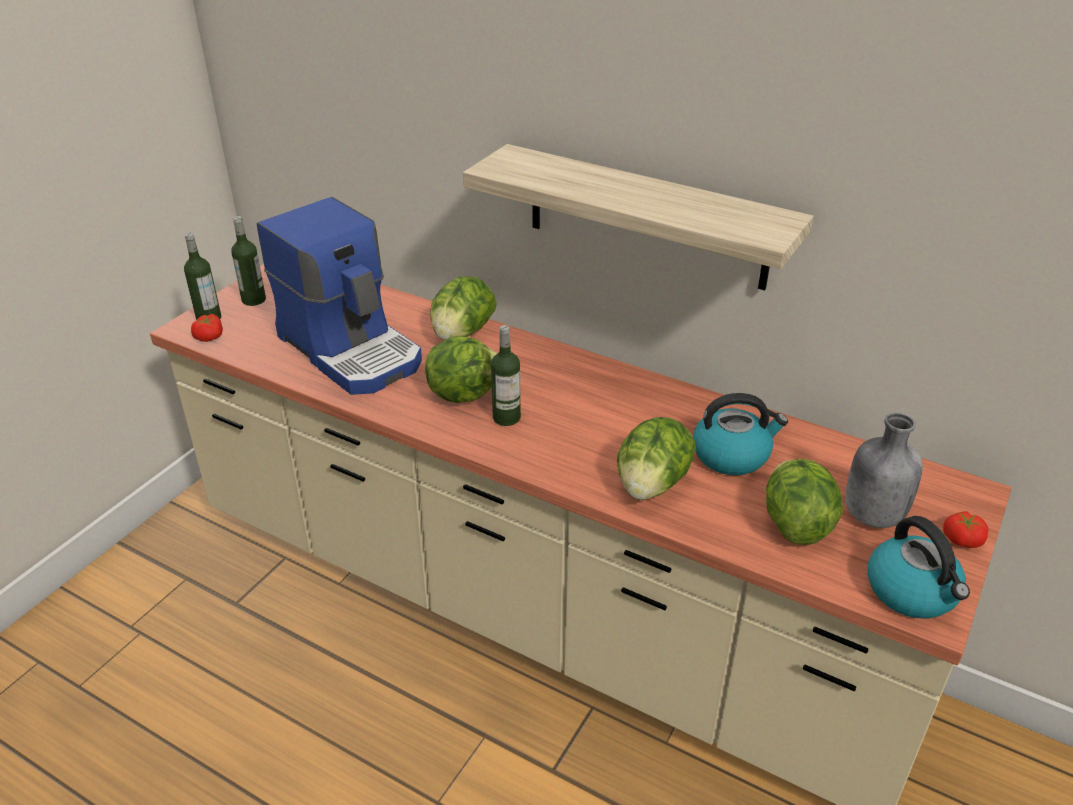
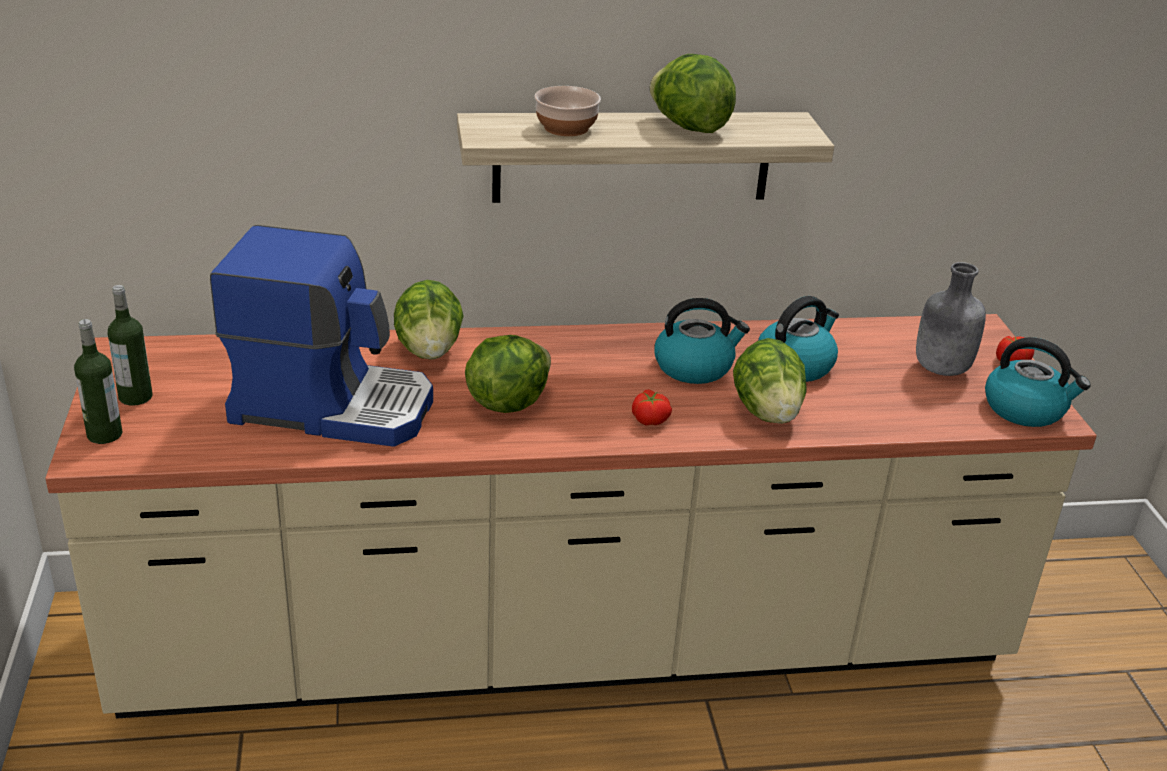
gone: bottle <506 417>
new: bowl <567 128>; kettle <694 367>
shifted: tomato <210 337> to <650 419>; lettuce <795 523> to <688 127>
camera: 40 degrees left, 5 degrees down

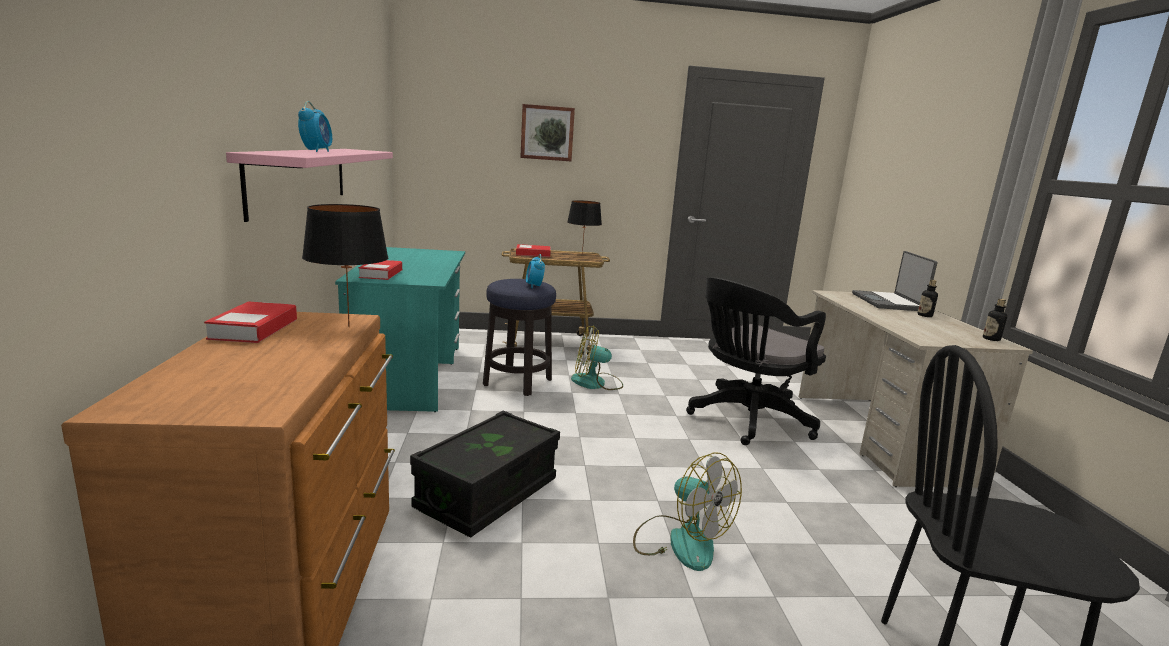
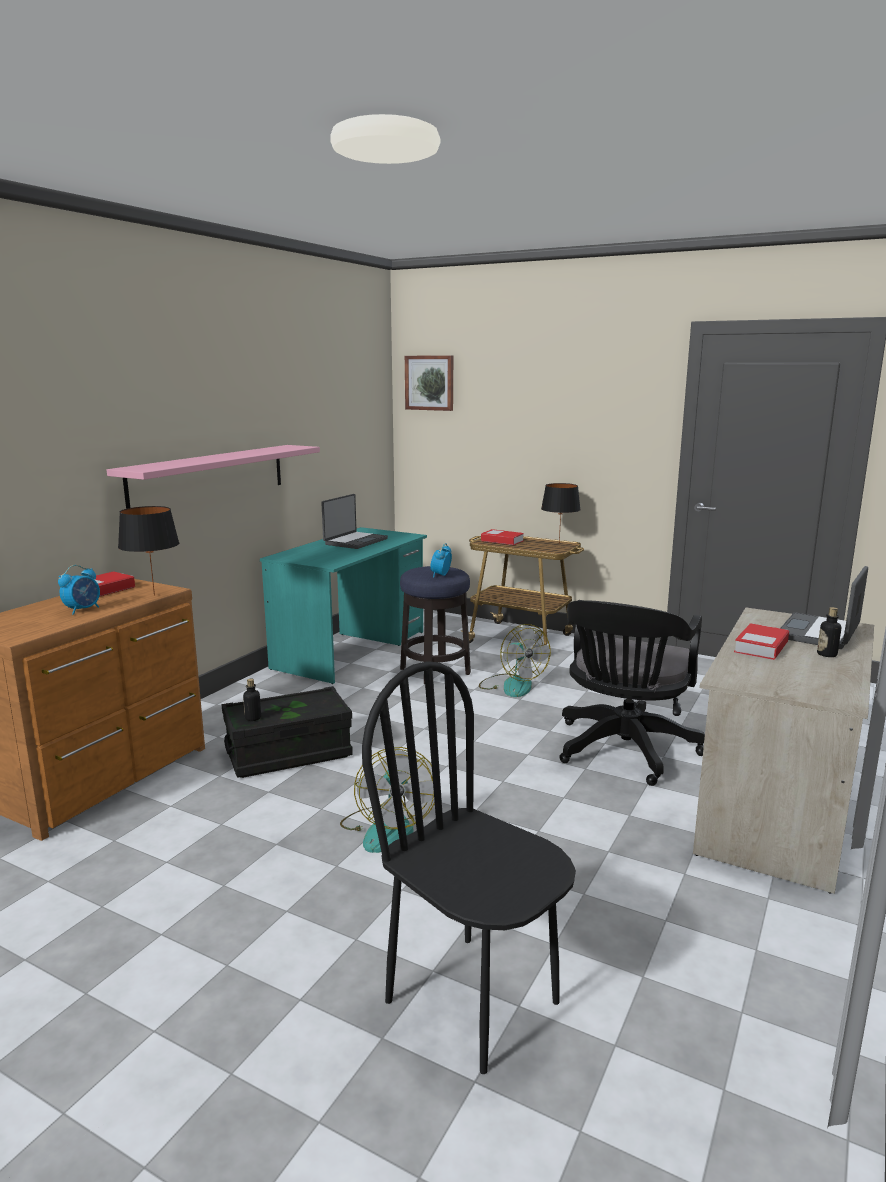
new: laptop <355 541>
shifted: alarm clock <317 151> to <83 610>; picture <547 133> to <430 383>; book <381 274> to <761 647>; bottle <991 339> to <253 718>
rotated: black office chair <746 420> = <623 752> 60 degrees counterclockwise; fan <596 383> = <512 685> 150 degrees counterclockwise
camera: 35 degrees right, 0 degrees up

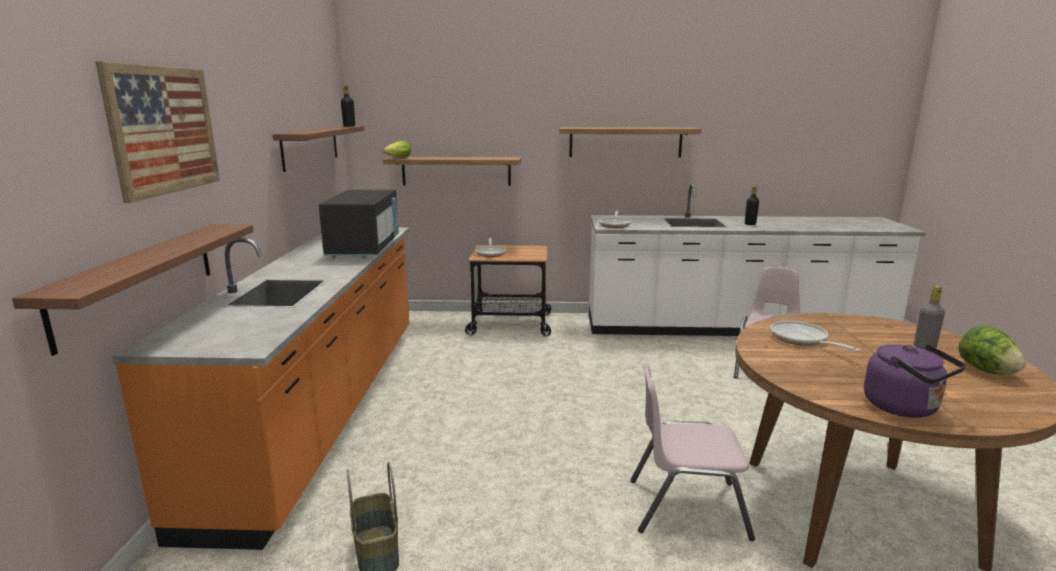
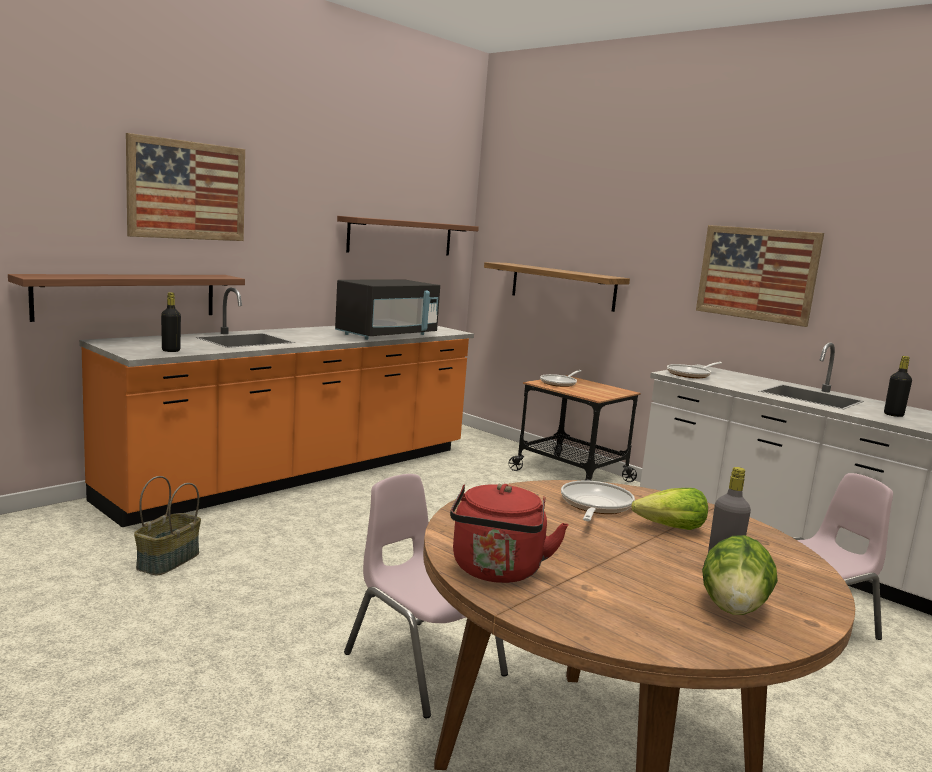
shifted: black bottle <349 126> to <171 351>; lettuce <399 158> to <671 528>
swapped: shelf <625 142> to picture <756 274>
repainted: purple kettle <905 408> to red kettle <497 572>
camera: 40 degrees right, 5 degrees down

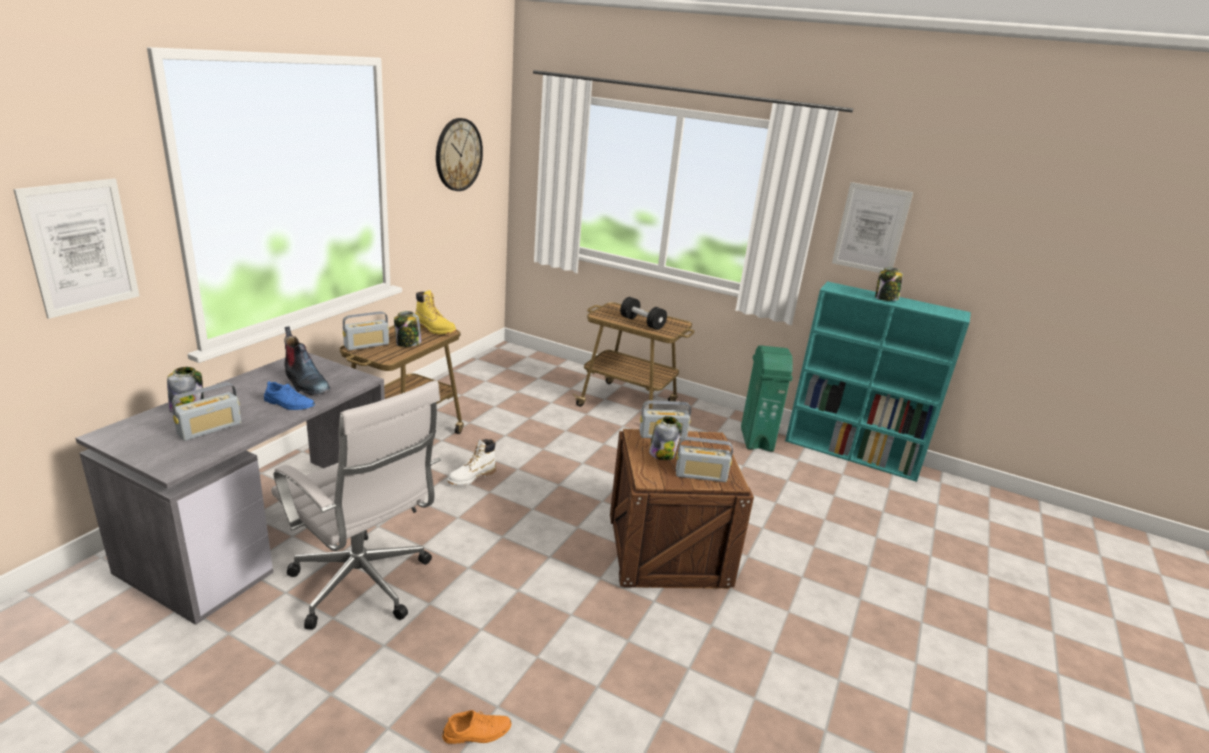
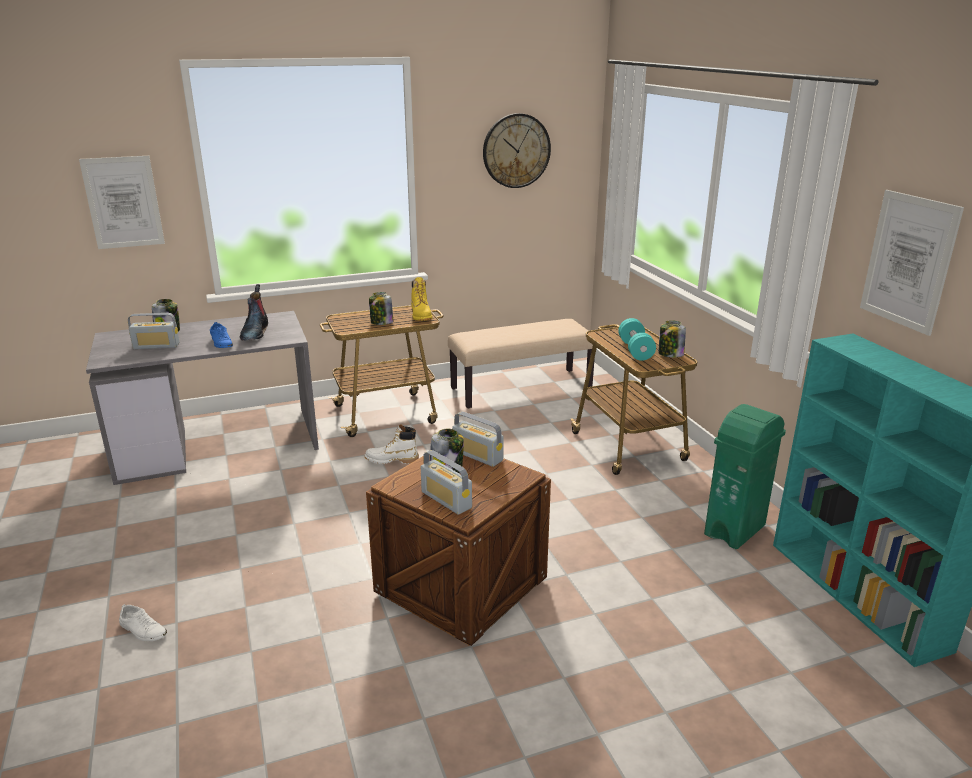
gone: radio <367 345>; white office chair <364 586>
new: beige bench <521 388>
shifted: jar <885 299> to <670 354>
repainted: black dumbbell <642 323> to turquoise dumbbell <635 350>; orange shoe <477 732> to white shoe <143 630>
camera: 45 degrees right, 0 degrees up

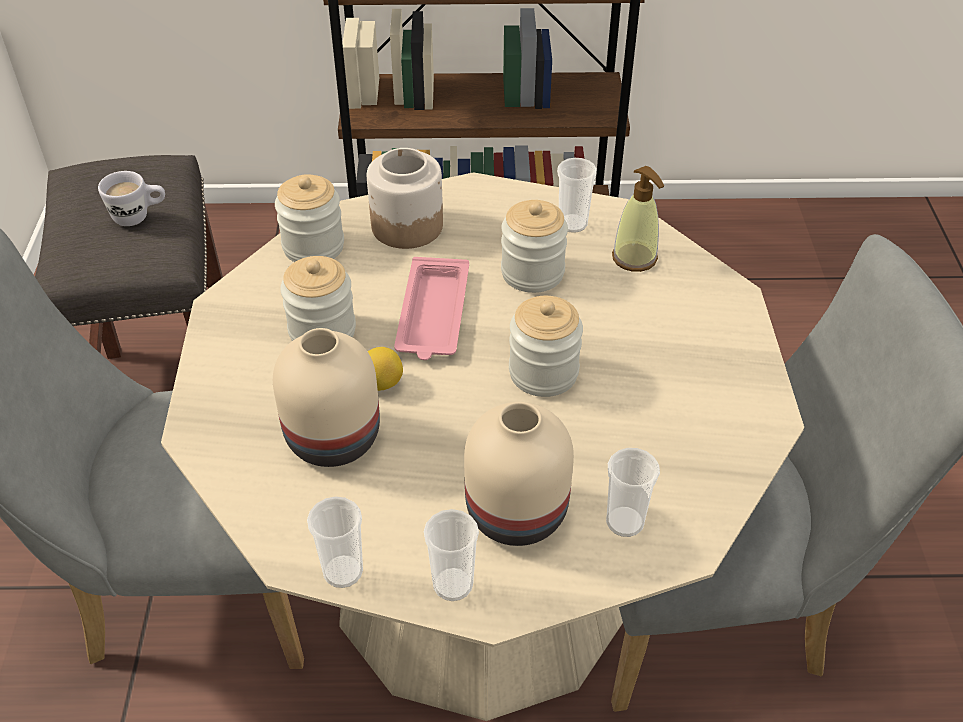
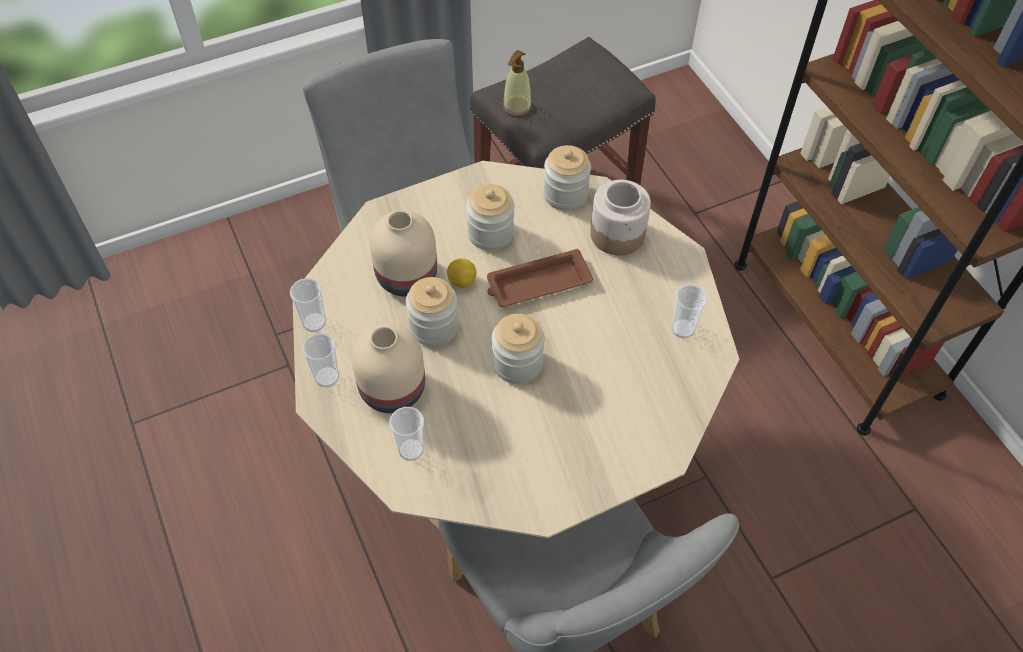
gone: white mug <139 217>
shifted: soap dispenser <635 258> to <517 107>; jar <532 273> to <434 327>
repainted: pink tray <433 315> to brown tray <537 283>
camera: 65 degrees right, 10 degrees up

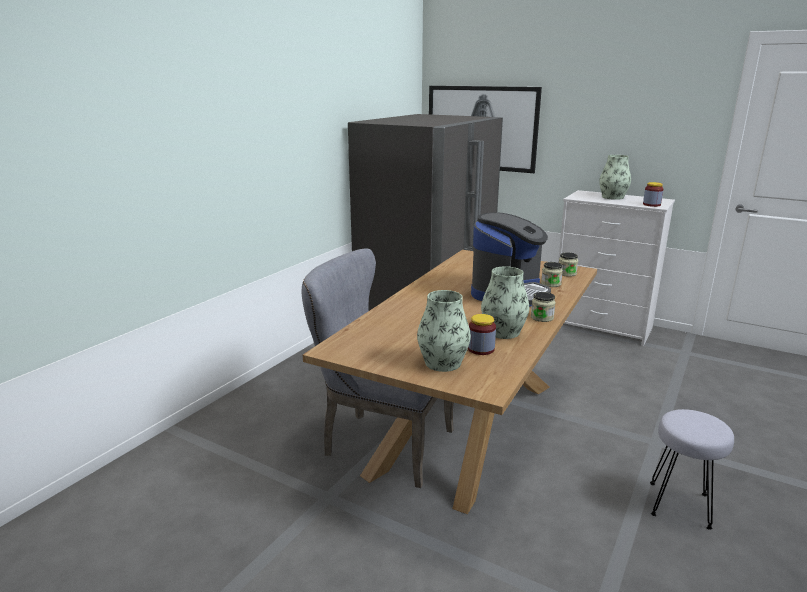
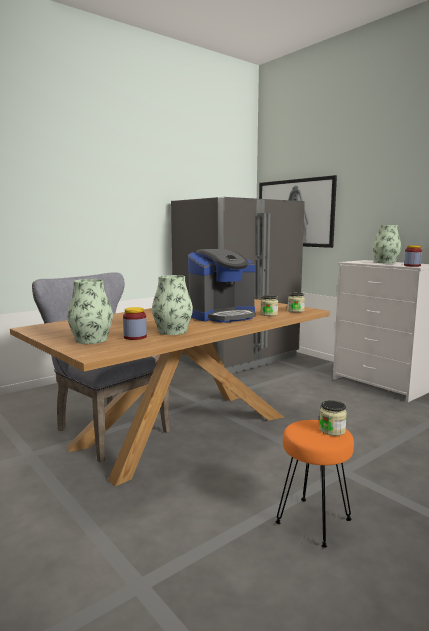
shifted: jar <542 317> to <332 430>
repainted: grey stool <680 505> to orange stool <314 522>
camera: 20 degrees right, 10 degrees down

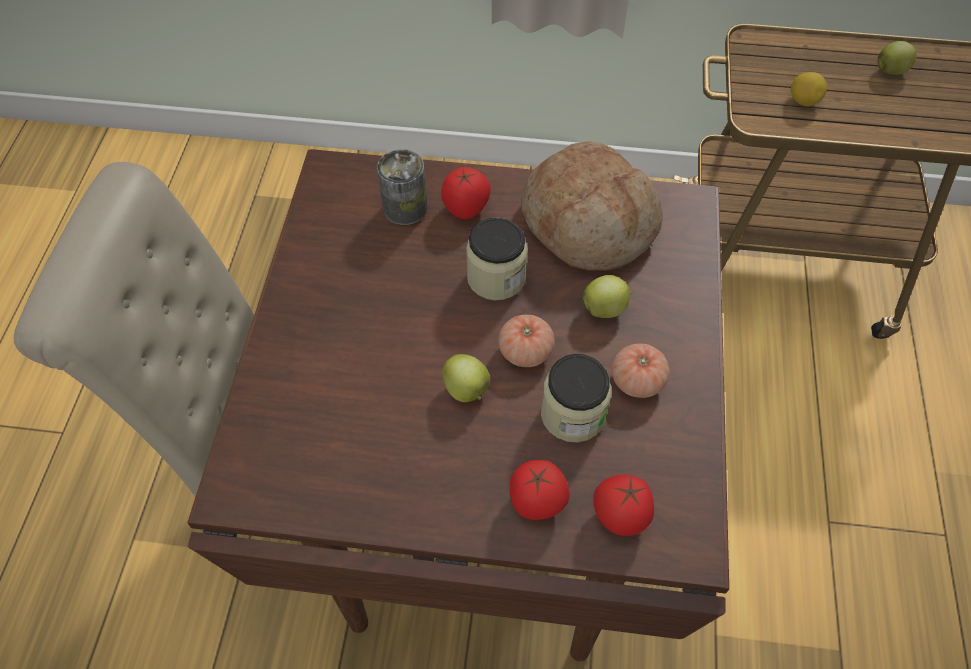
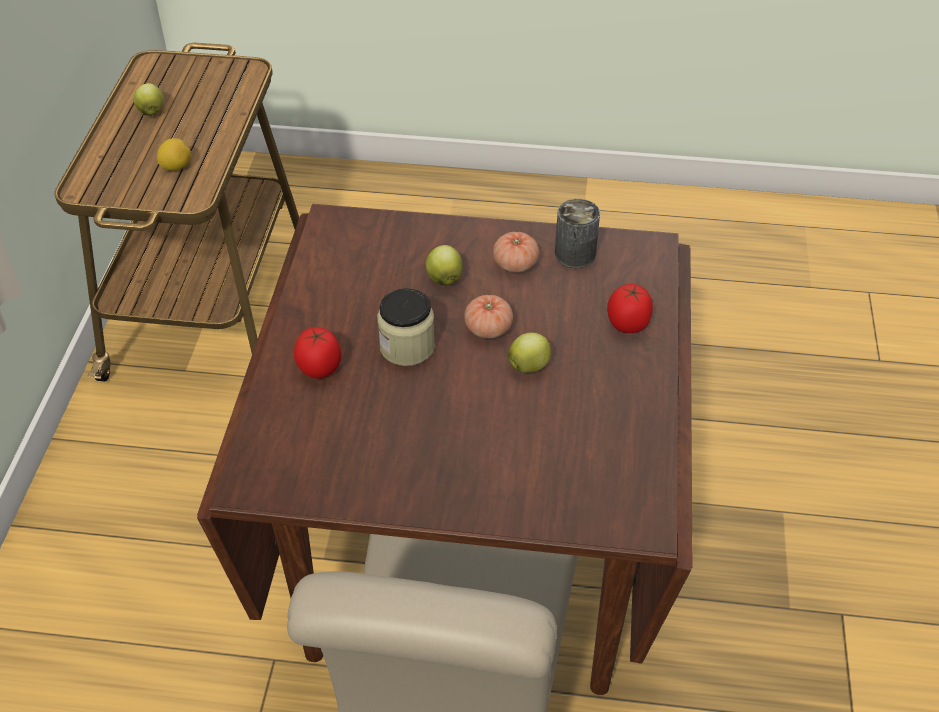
gone: bread <589 223>; jar <573 414>; tomato <620 515>
shifted: can <405 208> to <575 254>
camera: 90 degrees left, 10 degrees down

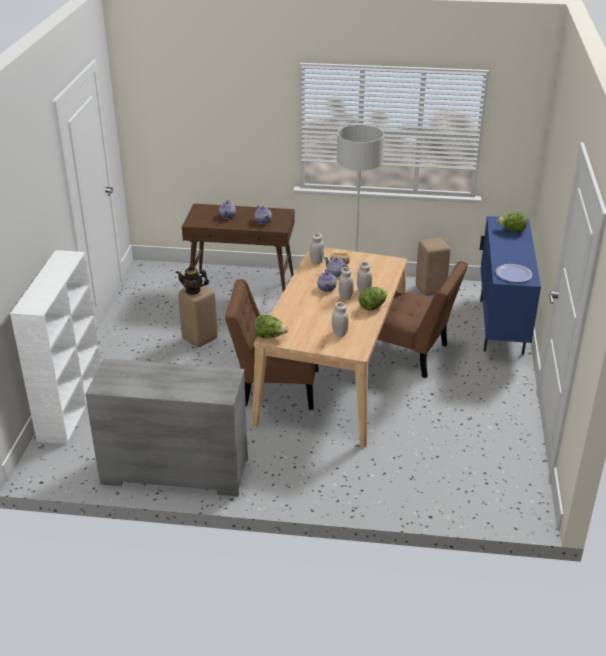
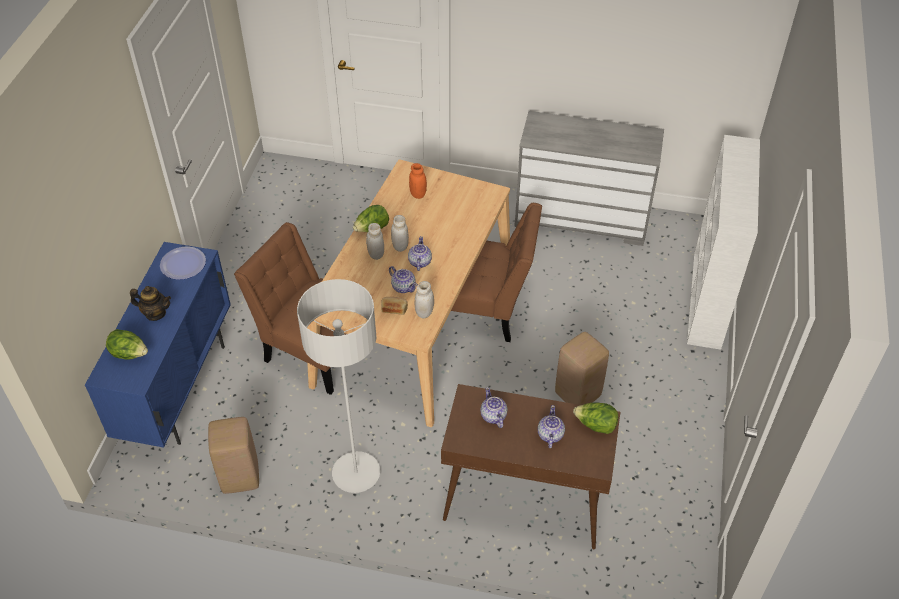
shifted: teapot <193 291> to <155 313>; lettuce <270 336> to <595 425>
repainted: white jar <339 333> to orange jar <418 194>
camera: 175 degrees left, 15 degrees up

